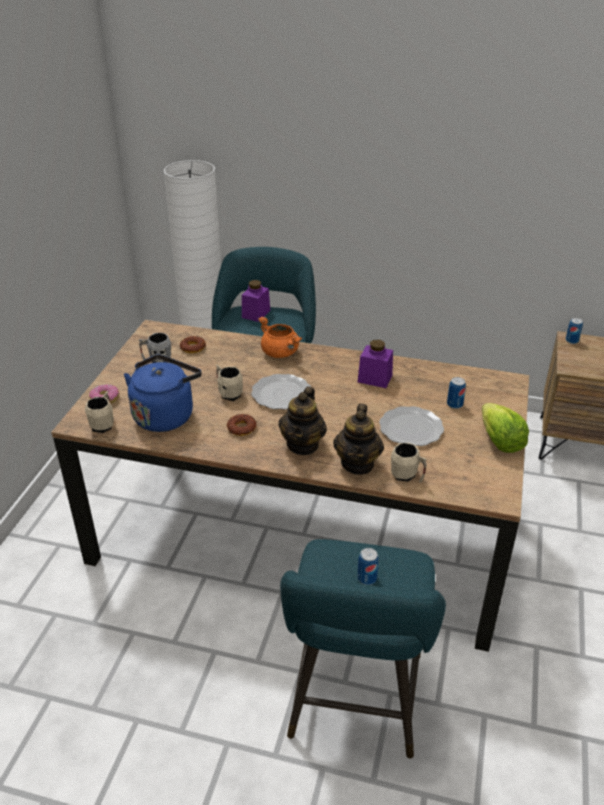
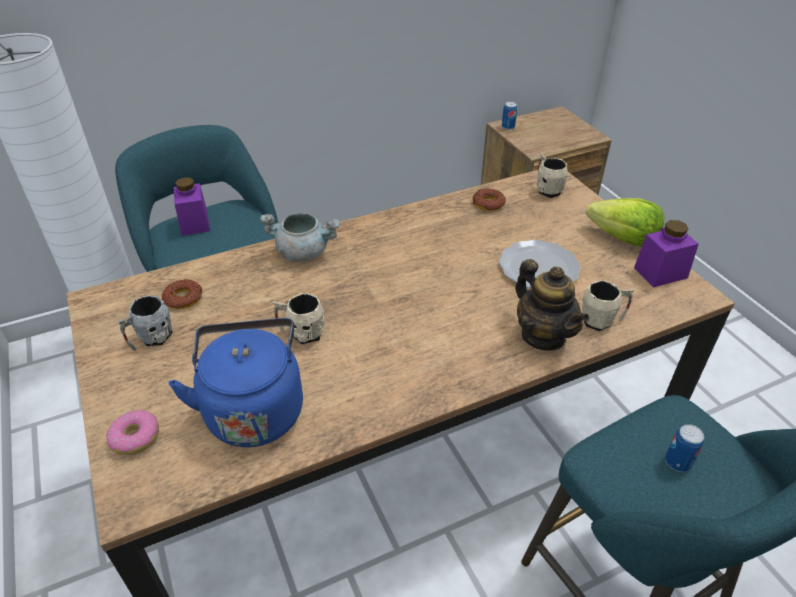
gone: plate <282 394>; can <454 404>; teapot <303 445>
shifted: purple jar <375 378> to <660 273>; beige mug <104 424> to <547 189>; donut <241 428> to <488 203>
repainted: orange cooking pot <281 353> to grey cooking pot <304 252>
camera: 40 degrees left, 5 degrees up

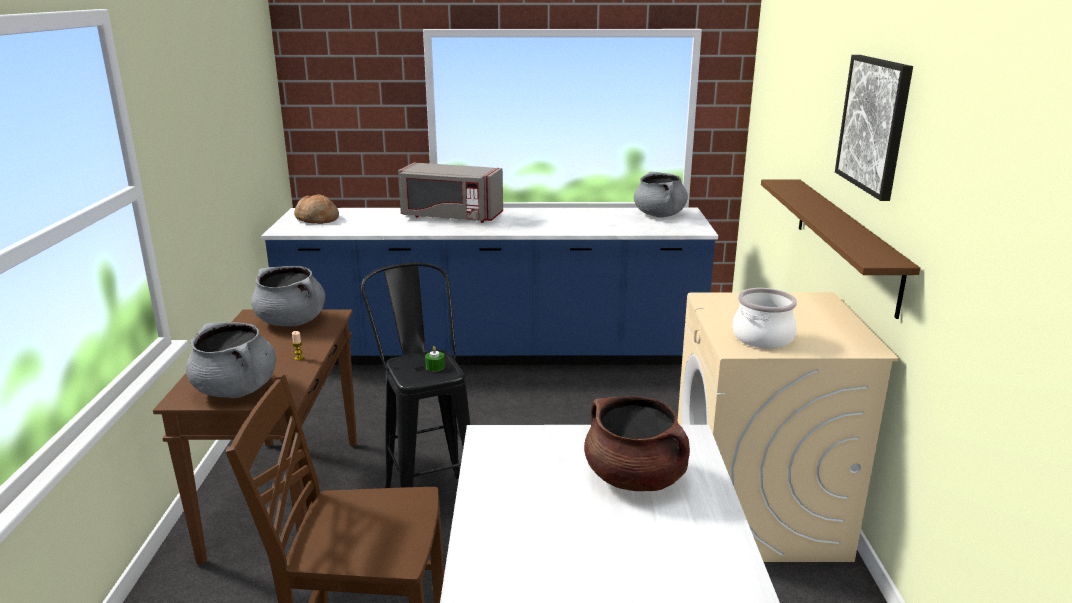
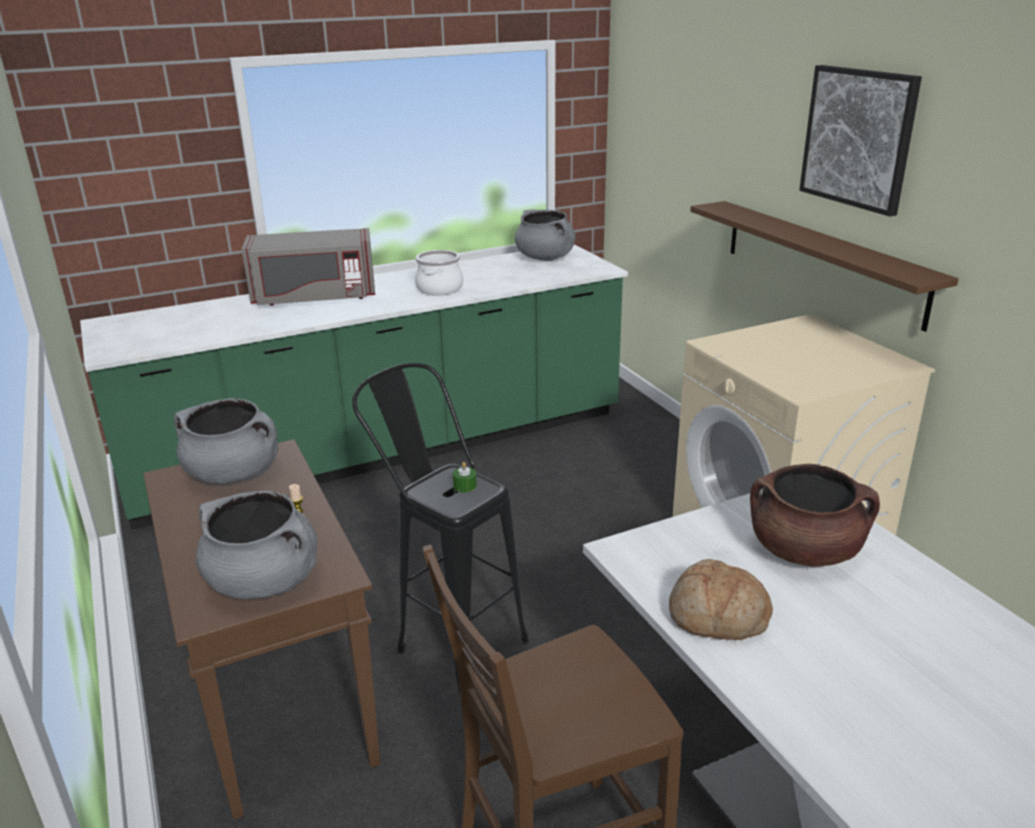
shifted: bread <317 219> to <717 616>; cooking pot <762 338> to <439 289>
repainted: blue counter <495 352> to green counter <385 451>
camera: 25 degrees left, 5 degrees up

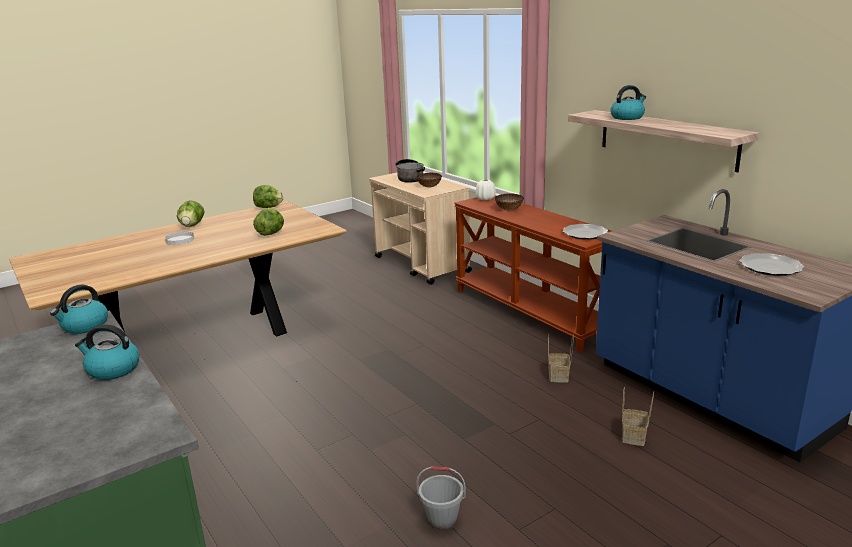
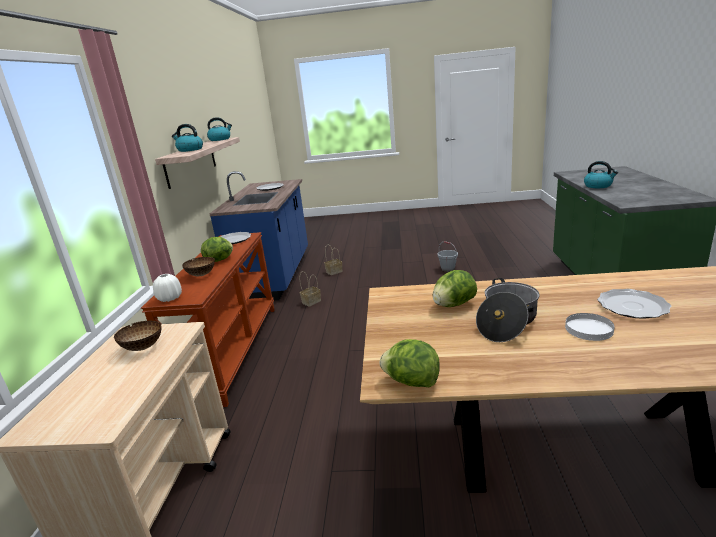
new: plate <632 306>
shifted: cooking pot <410 178> to <507 322>; lettuce <192 226> to <220 260>; kettle <84 326> to <220 139>
camera: 140 degrees left, 0 degrees up

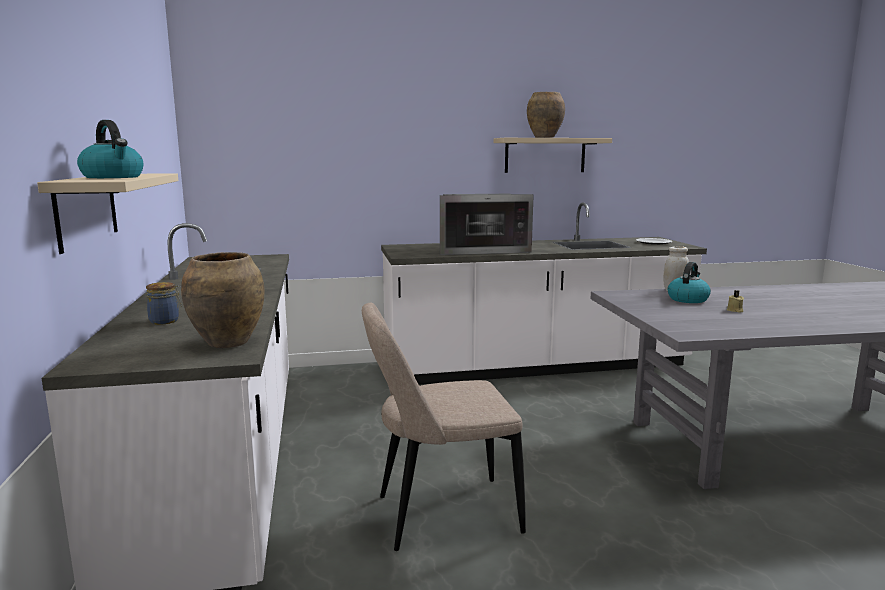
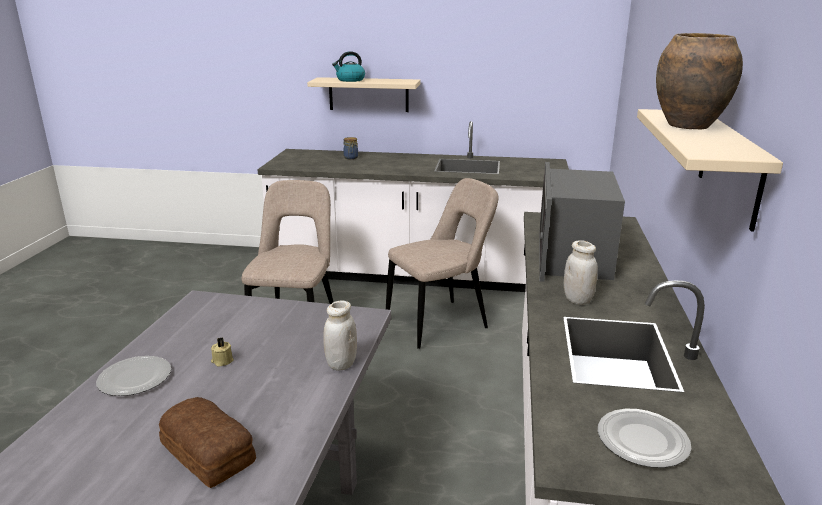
gone: brown vase <228 343>; kettle <687 299>
new: beige chair <441 323>; white jar <577 300>; plate <135 378>; bread <208 451>
camera: 110 degrees right, 10 degrees up

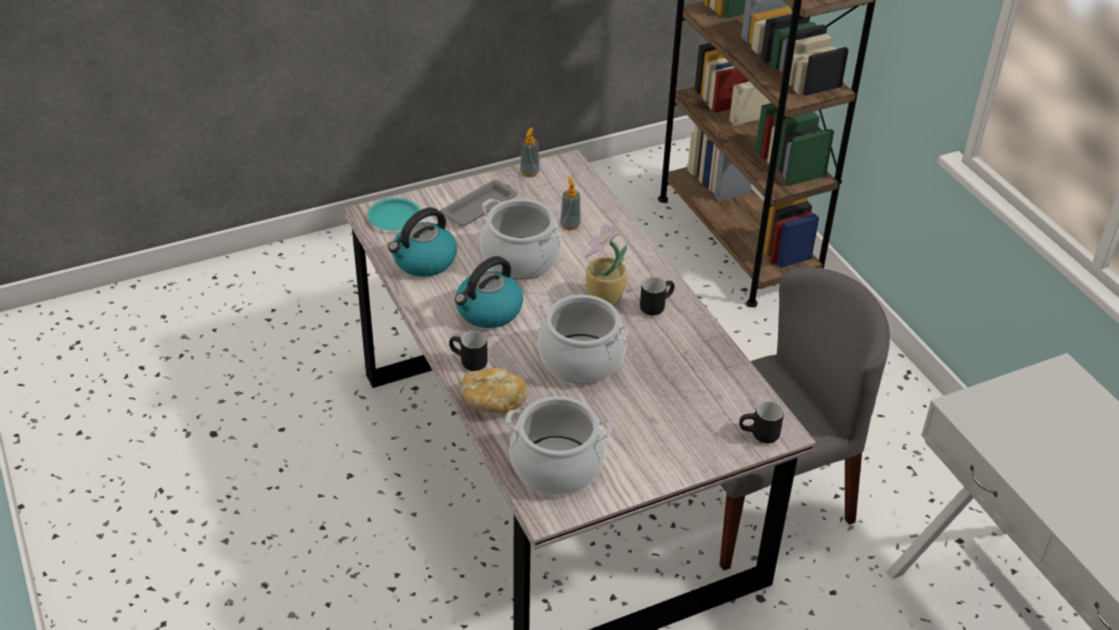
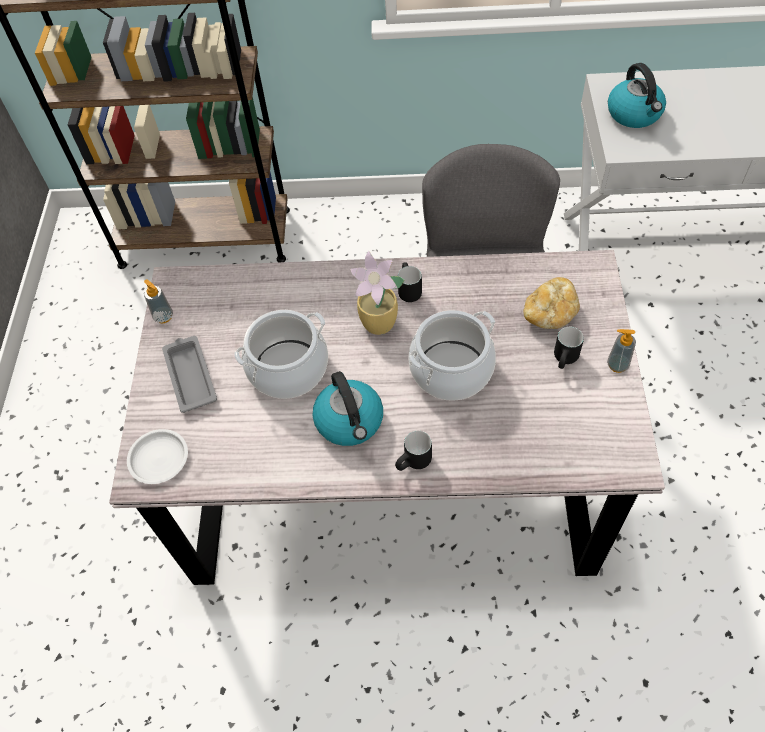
gone: cooking pot <557 465>
shifted: soap dispenser <570 225> to <617 365>; kettle <424 261> to <634 114>; bread <492 402> to <550 313>; black mug <759 436> to <566 360>
repainted: turquoise plate <395 218> to white plate <159 458>
camera: 60 degrees left, 15 degrees up

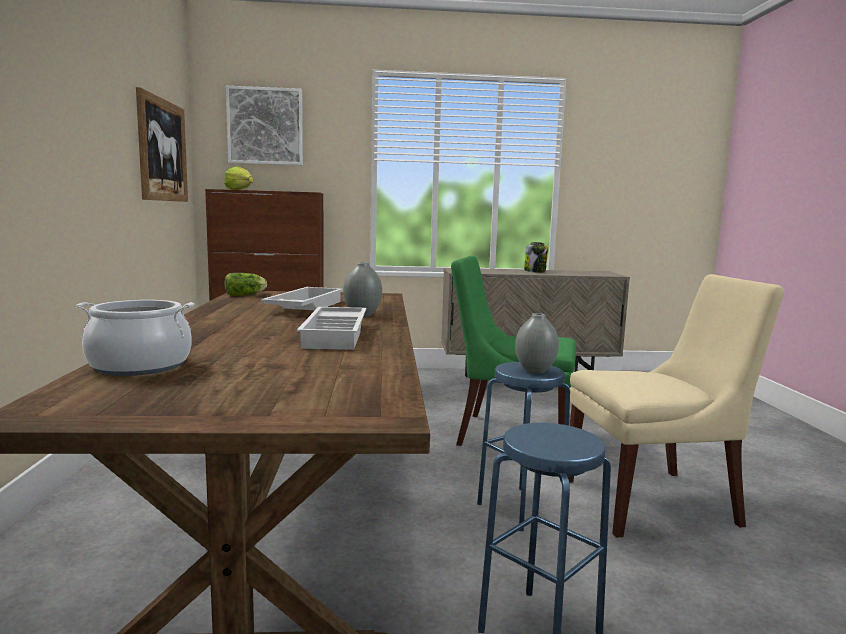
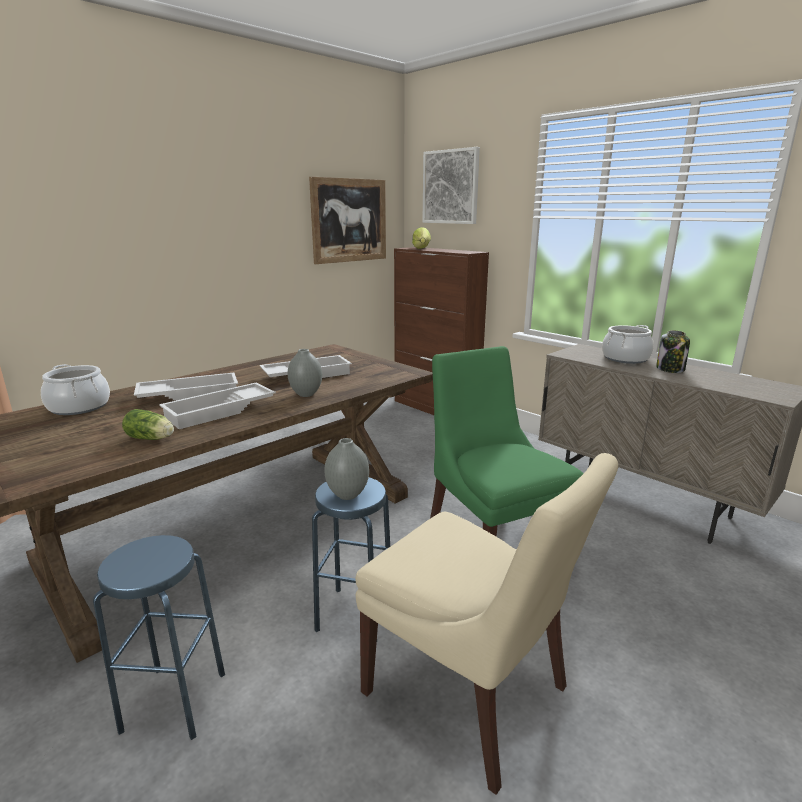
new: cooking pot <625 358>; white tray <190 394>
shifted: lettuce <246 295> to <152 439>
camera: 50 degrees right, 10 degrees up

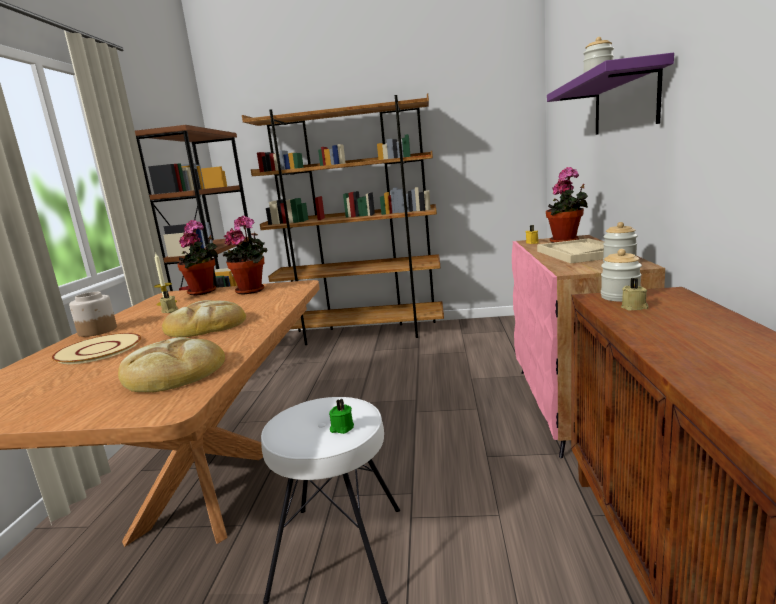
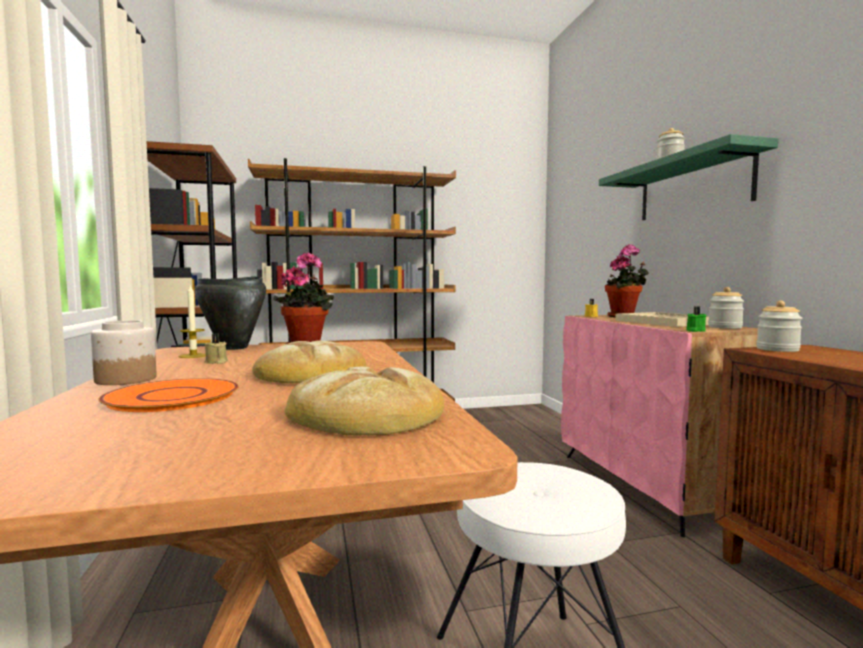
gone: beige candle <634 307>
shifted: green candle <342 428> to <694 331>
swapped: potted plant <204 292> to black cooking pot <234 348>
repainted: purple shelf <624 102> to green shelf <692 187>; beige plate <99 350> to orange plate <173 397>
camera: 20 degrees left, 10 degrees down

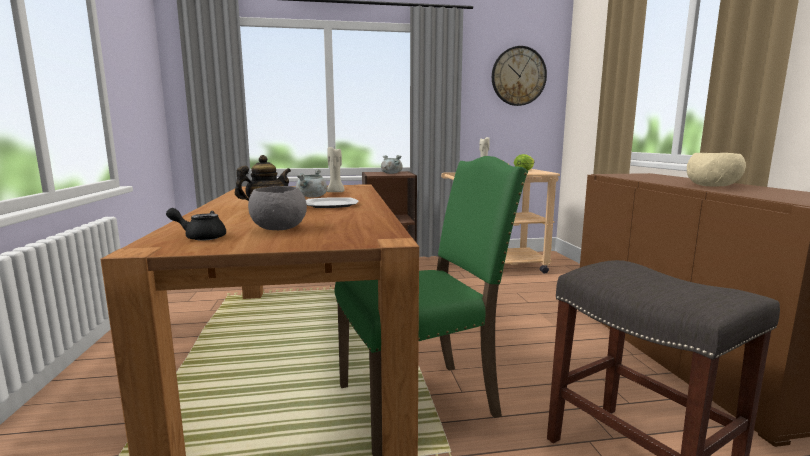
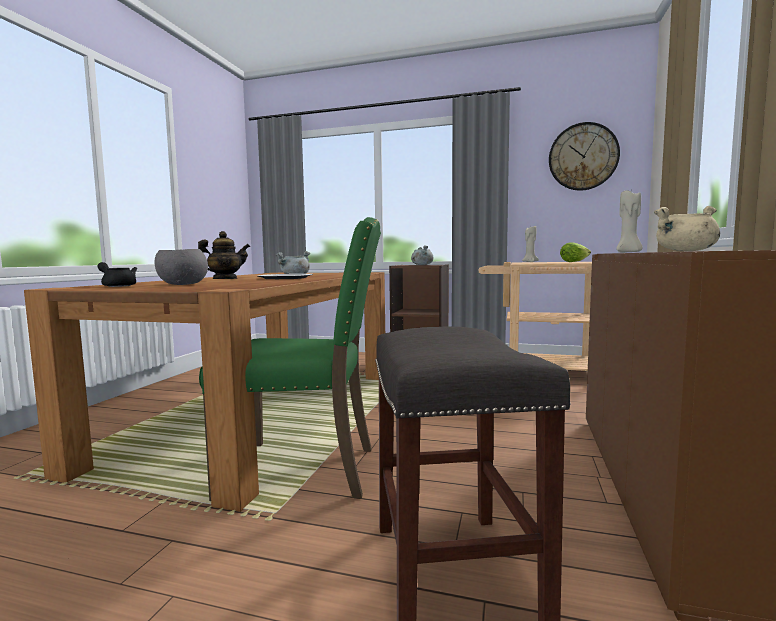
shifted: beige candle <336 192> to <628 252>
swapped: beige bowl <712 186> to beige cooking pot <686 251>
camera: 25 degrees right, 5 degrees down

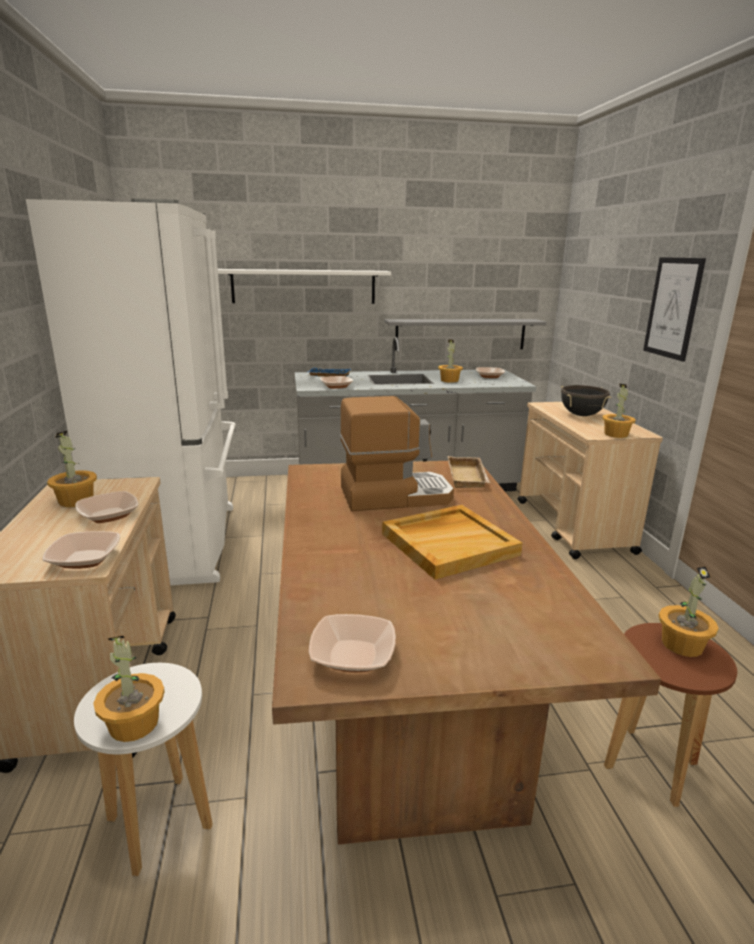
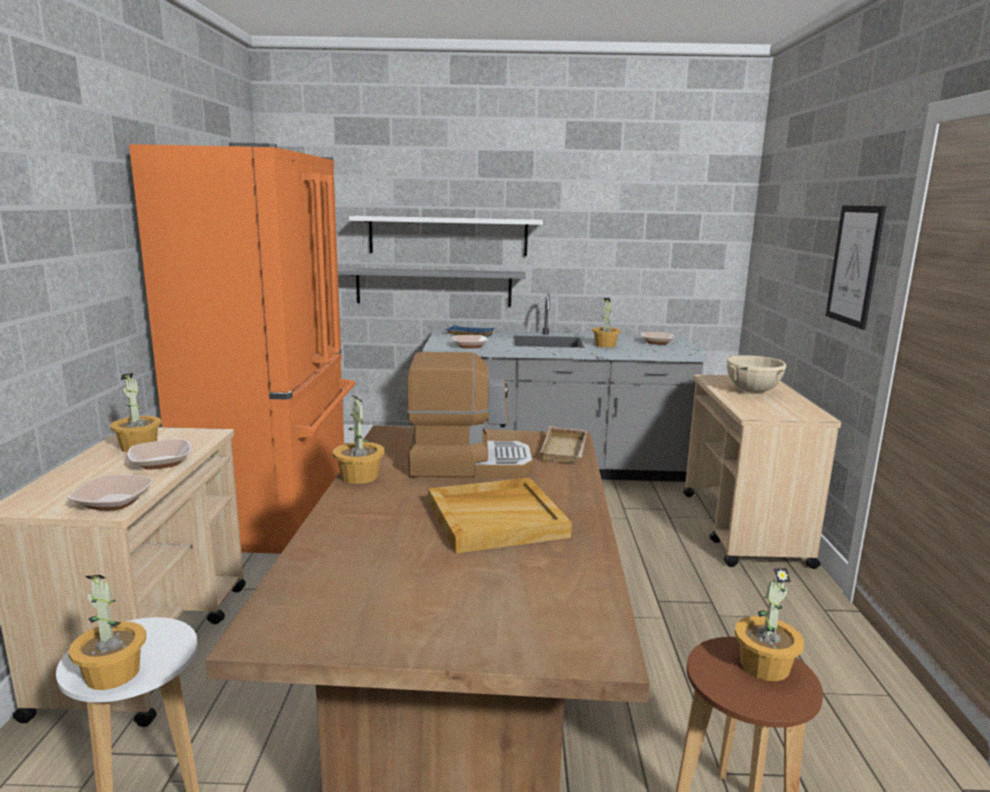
gone: bowl <353 655>
shifted: grey shelf <460 334> to <433 287>; potted plant <616 434> to <359 477>
repainted: white fridge <179 543> to orange fridge <279 510>; black cooking pot <581 415> to beige cooking pot <752 391>
camera: 10 degrees right, 5 degrees down

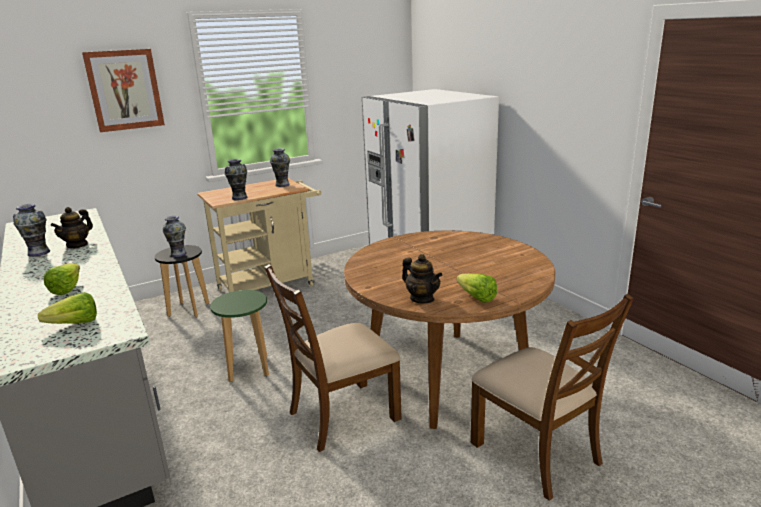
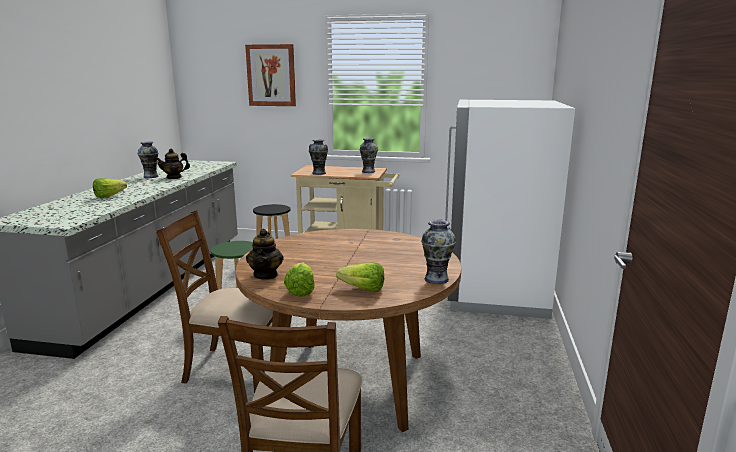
shifted: vase <178 254> to <436 279>; lettuce <70 324> to <359 289>
camera: 40 degrees right, 5 degrees down

